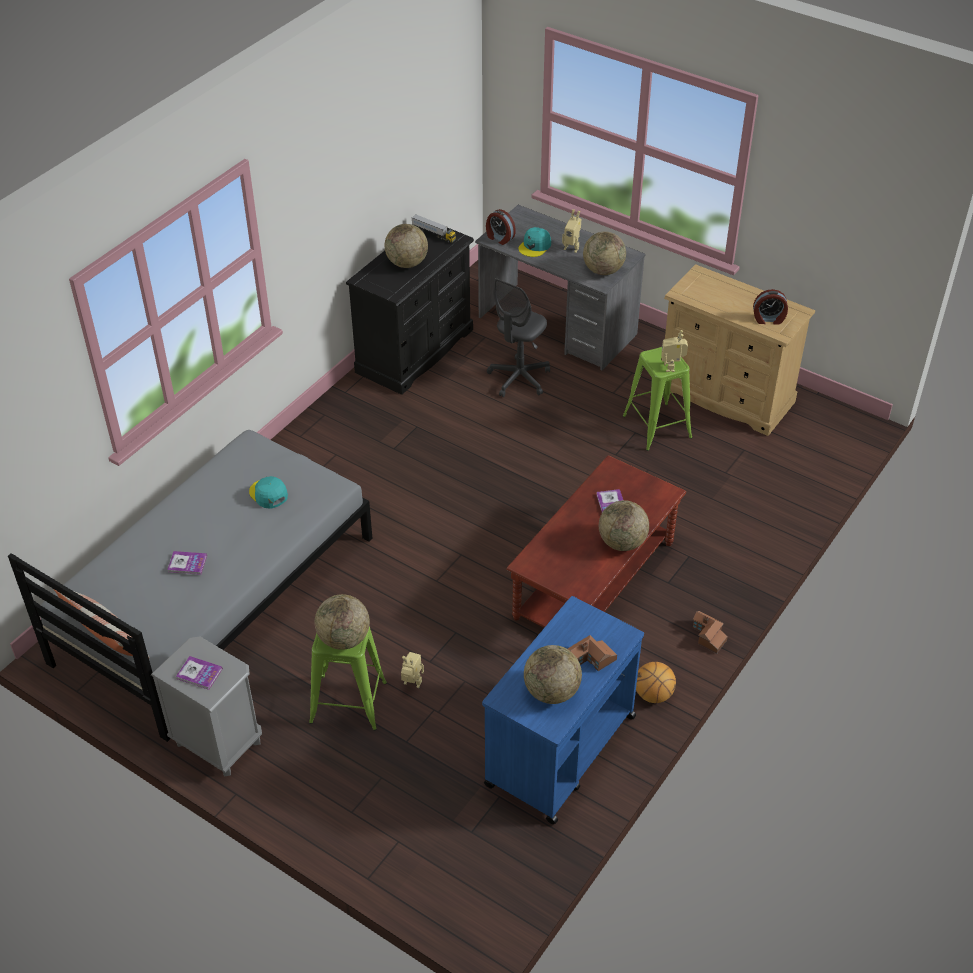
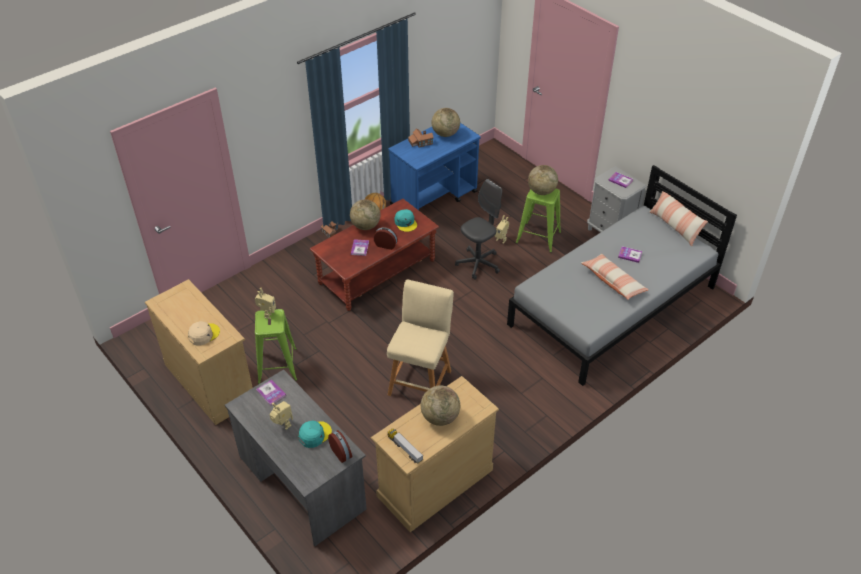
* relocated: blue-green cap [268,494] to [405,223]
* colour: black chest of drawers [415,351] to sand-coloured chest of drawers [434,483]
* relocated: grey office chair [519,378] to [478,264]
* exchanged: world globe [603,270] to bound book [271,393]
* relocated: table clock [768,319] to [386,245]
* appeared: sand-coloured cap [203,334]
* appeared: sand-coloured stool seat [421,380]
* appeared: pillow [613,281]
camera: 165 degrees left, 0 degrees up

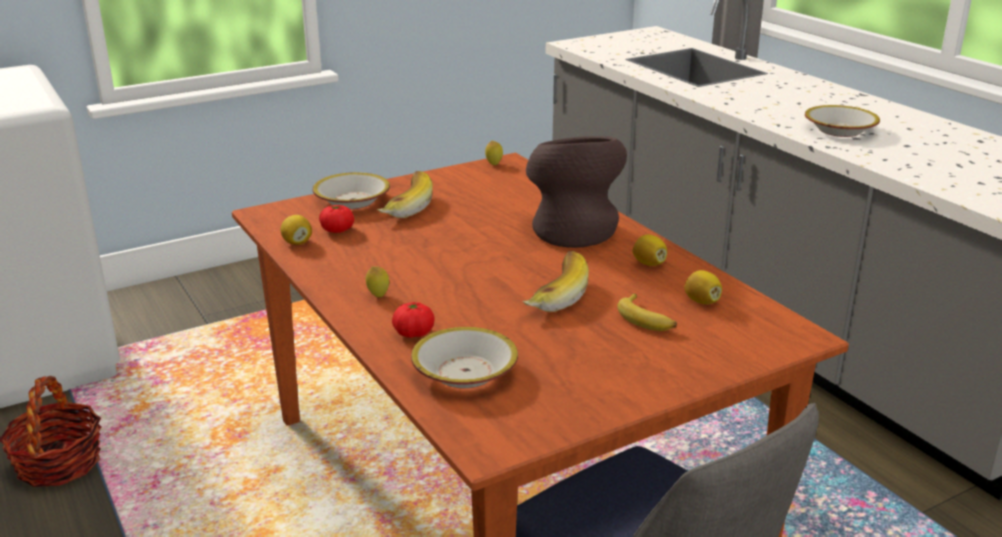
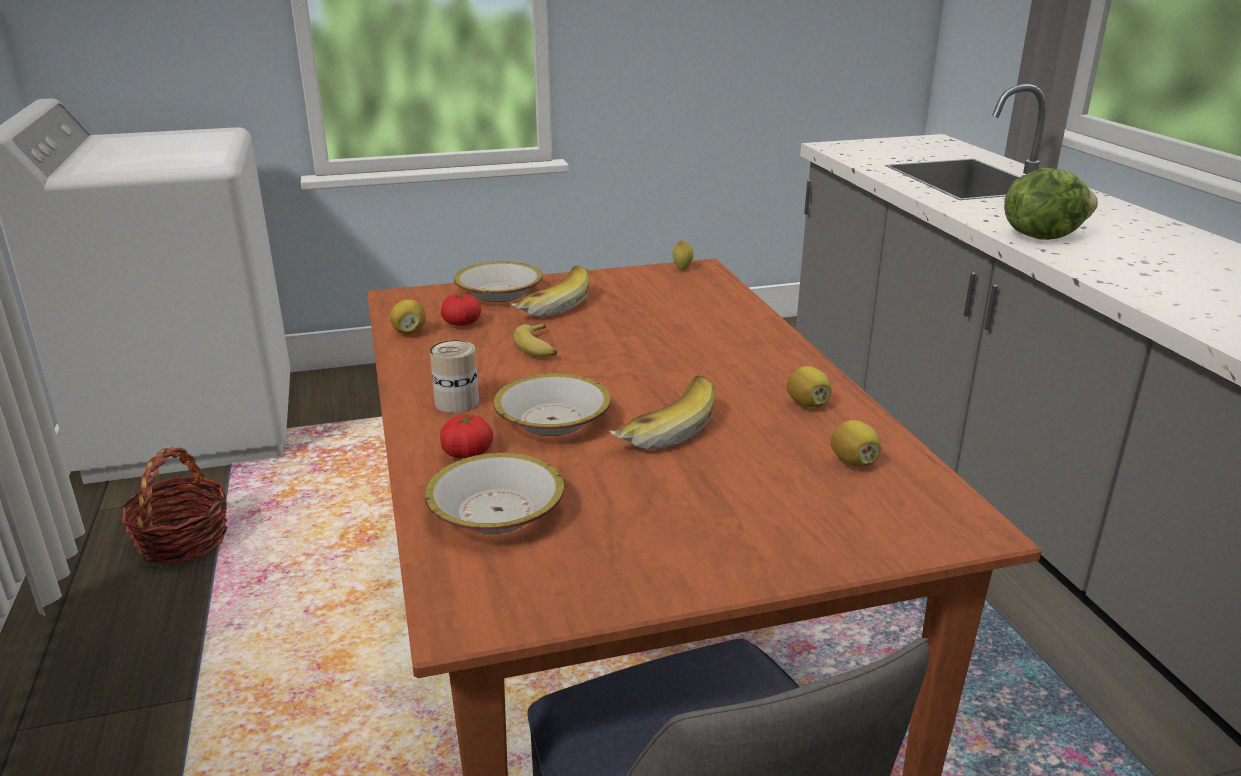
* exchanged: lemon [378,295] to metal can [457,402]
* missing: brown-coloured flower vase [572,229]
* relocated: banana [647,319] to [539,347]
* relocated: bowl [839,130] to [552,420]
* appeared: lettuce [1041,236]
camera: 15 degrees right, 0 degrees up

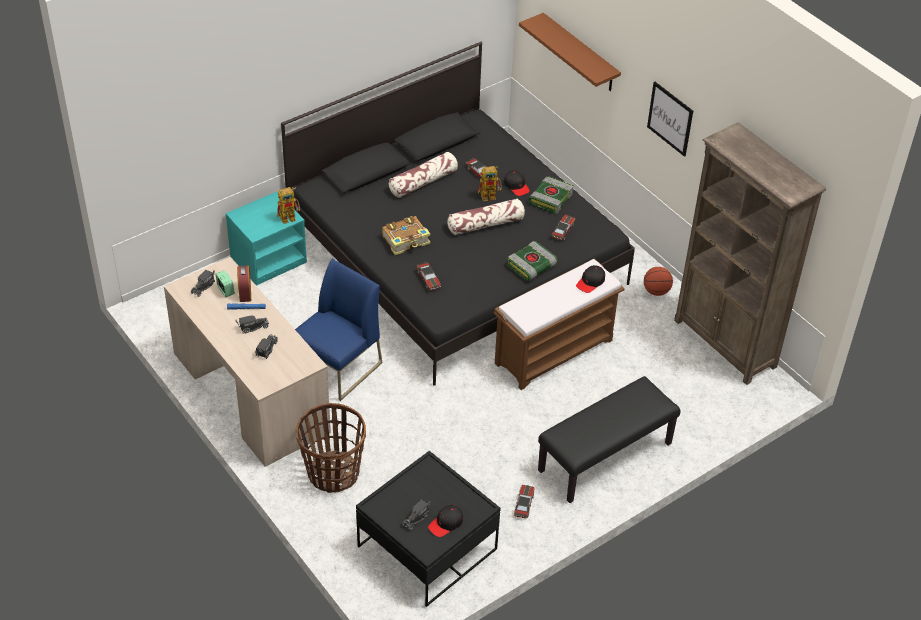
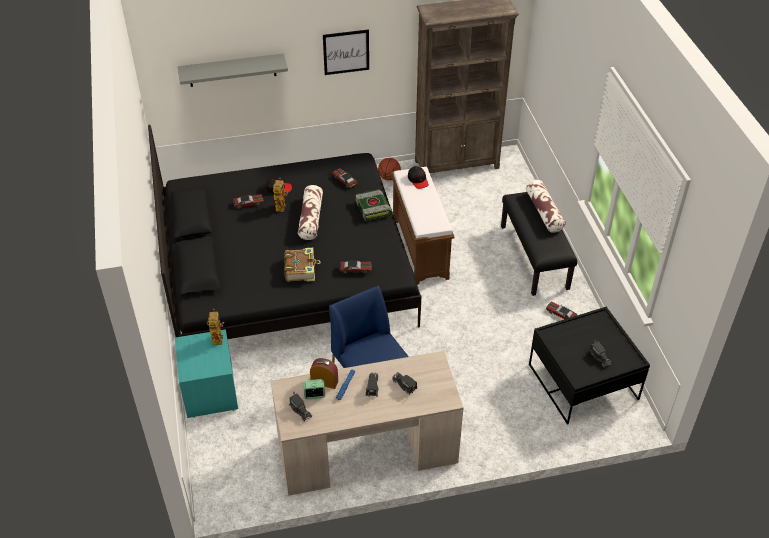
* missing: basket [332,473]
* relocated: pillow [423,182] to [544,212]
* missing: black cap [446,523]
* colour: brown-coloured wall shelf [580,53] to grey wall shelf [232,70]
* missing: bound book [550,198]
camera: 65 degrees left, 0 degrees up

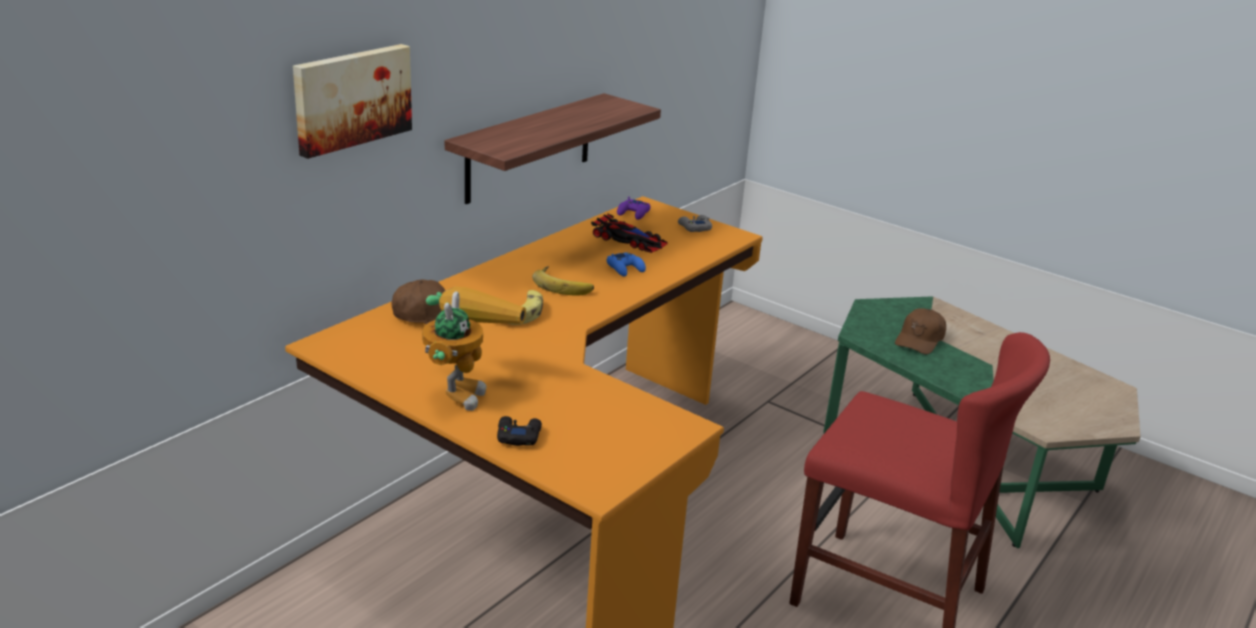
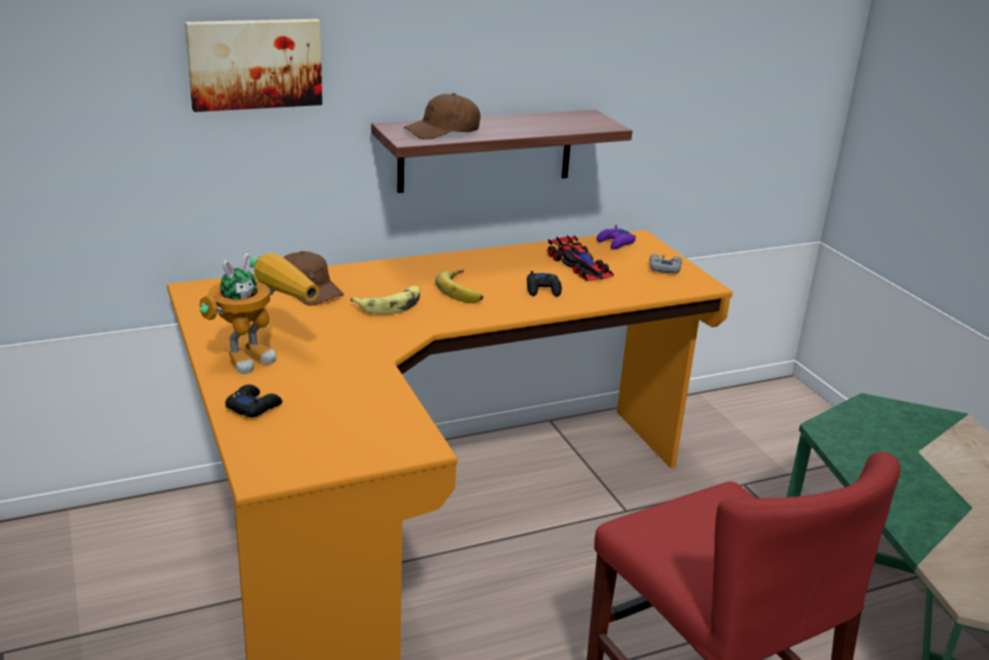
* colour: blue-coloured gamepad [625,268] to black gamepad [543,289]
* relocated: brown-coloured cap [920,340] to [443,131]
camera: 30 degrees right, 0 degrees up

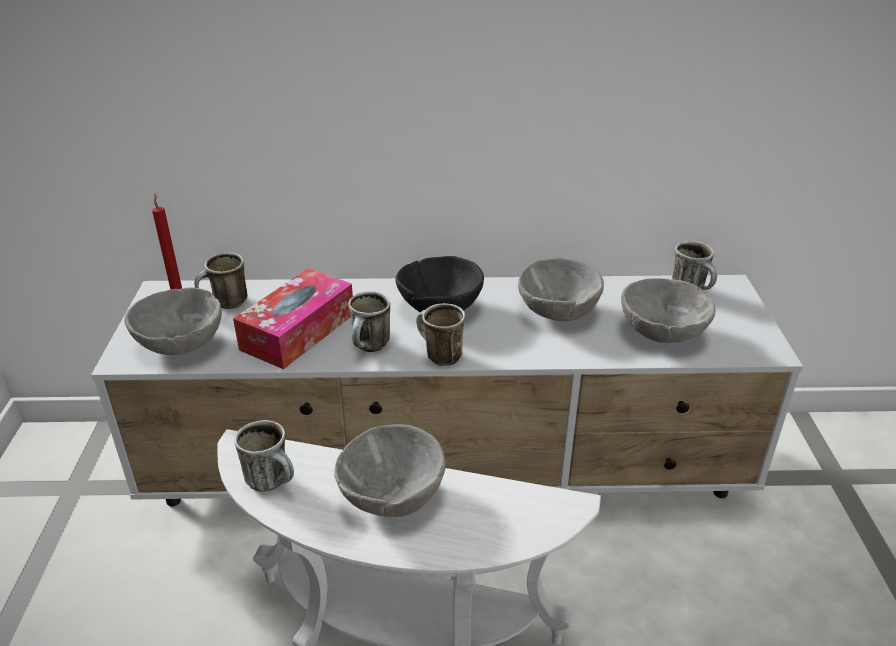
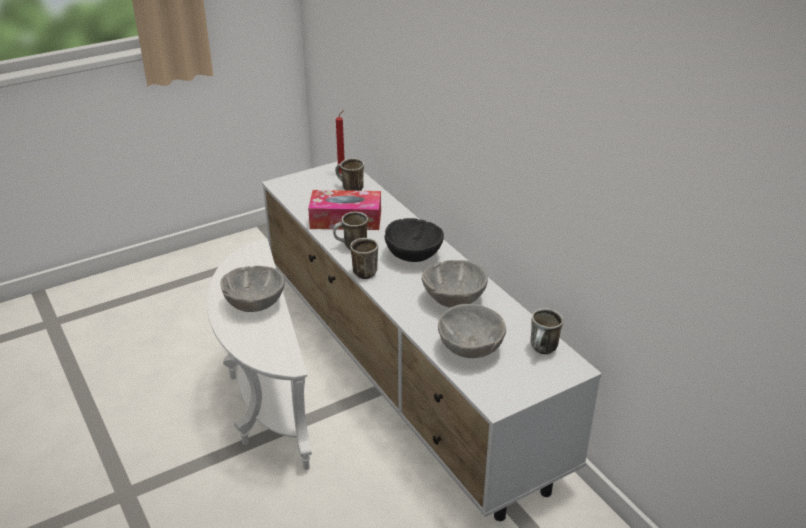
* missing: grey bowl [183,345]
* missing: coffee mug [274,482]
camera: 60 degrees right, 0 degrees up

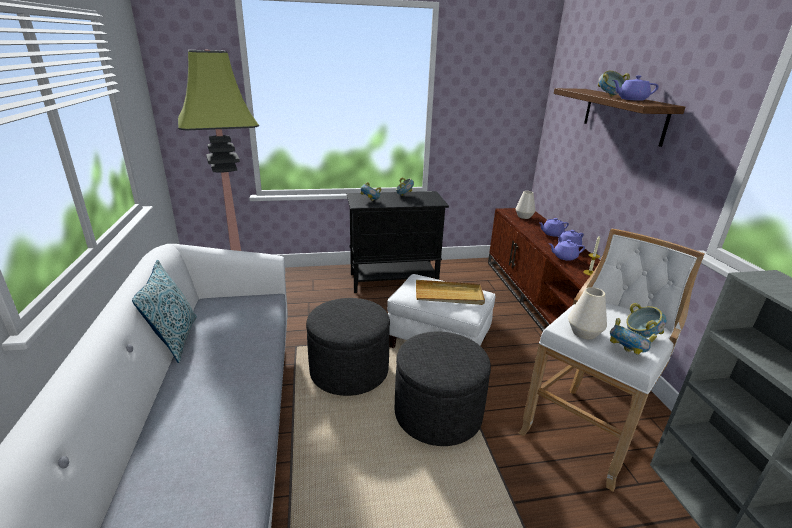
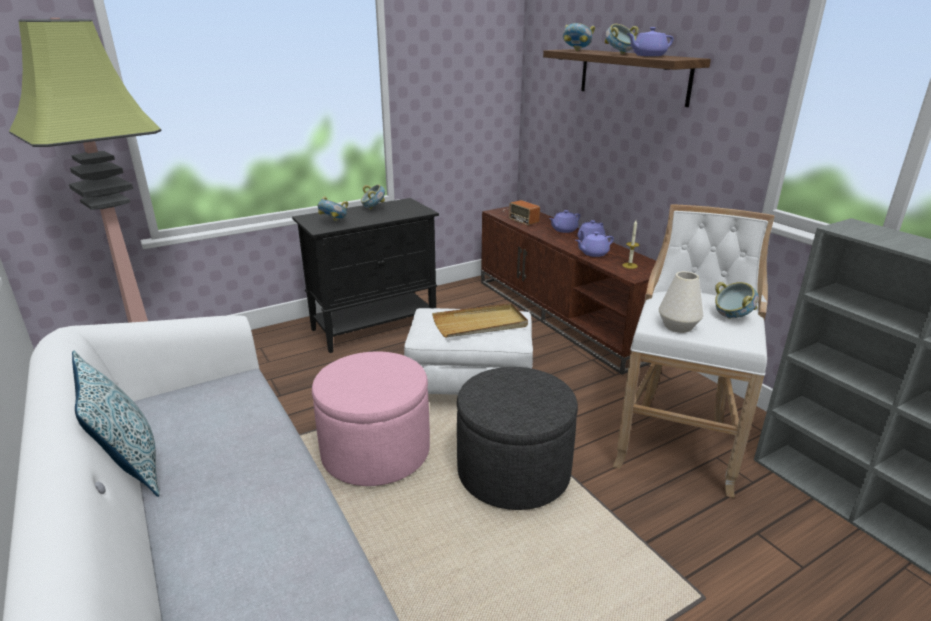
* colour: grey ottoman [349,370] to pinkish ottoman [376,451]
* exchanged: white-coloured flower vase [524,216] to radio [521,215]
* relocated: bowl [625,353] to [576,51]
camera: 20 degrees left, 0 degrees up

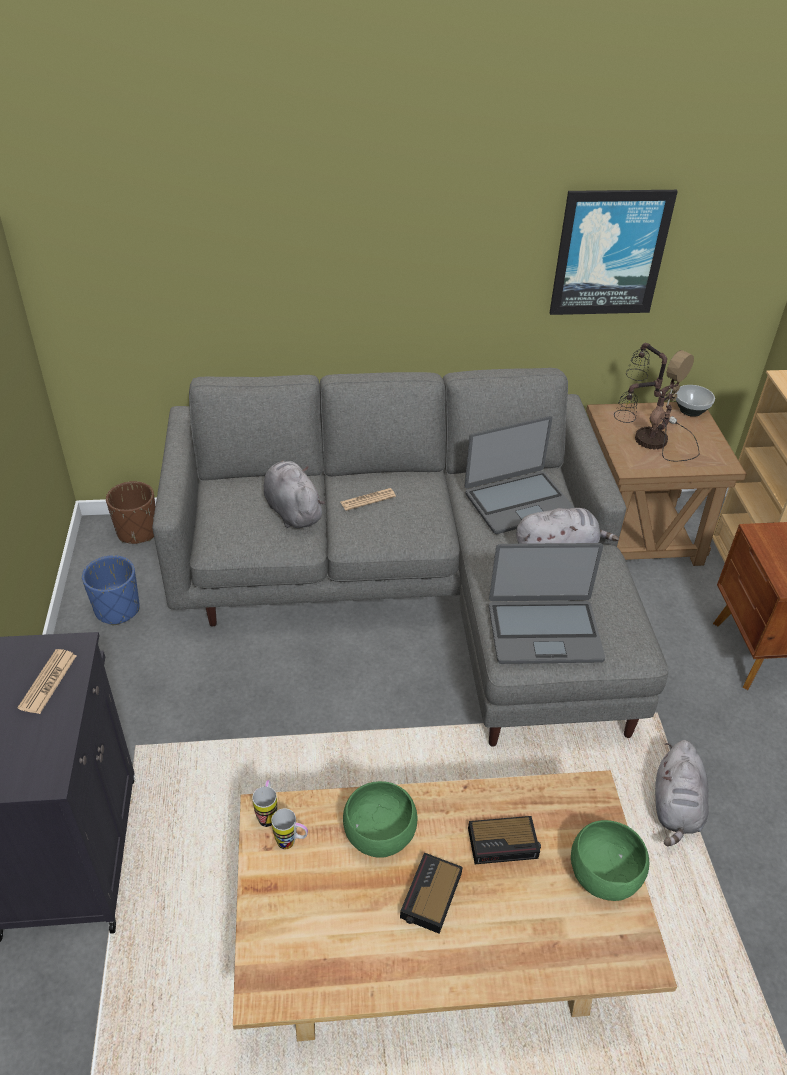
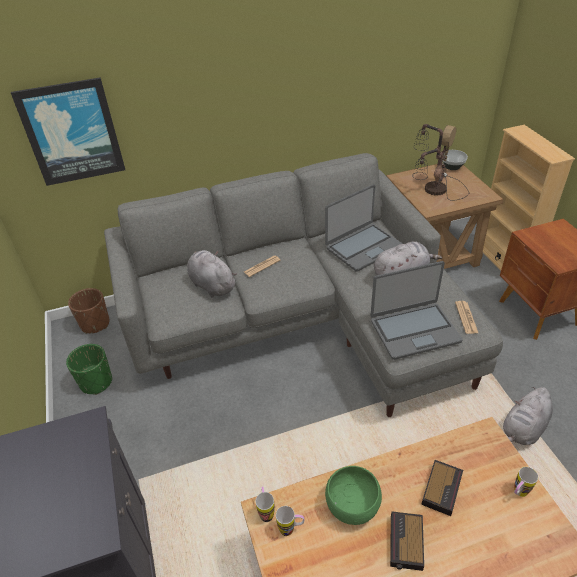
* relocated: newspaper [48,682] to [466,317]
* colour: blue-coloured flower pot [117,609] to greenish flower pot [96,382]
* spun: table clock [504,843] = [442,488] 45 degrees counterclockwise
* relocated: picture [609,253] to [72,132]
* exchanged: greenish bowl [603,875] to coffee mug [518,493]
* spun: grey cuddly toy [676,808] = [523,429] 45 degrees clockwise
camera: 10 degrees left, 0 degrees up

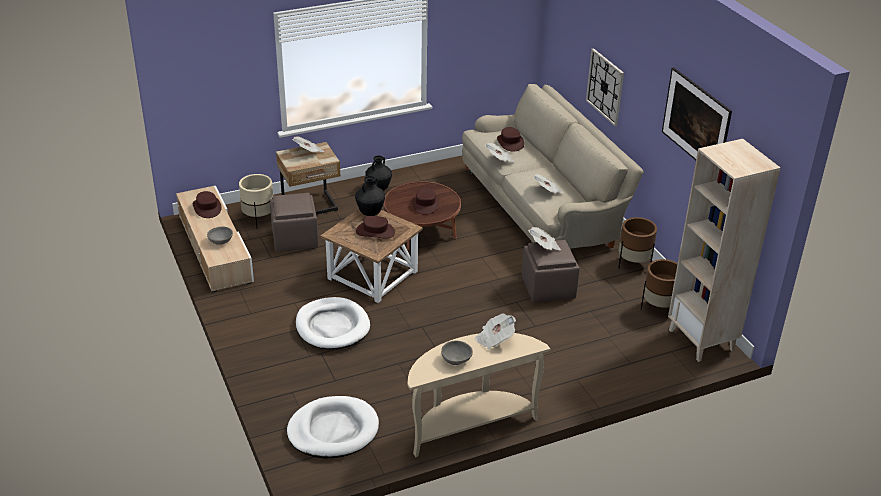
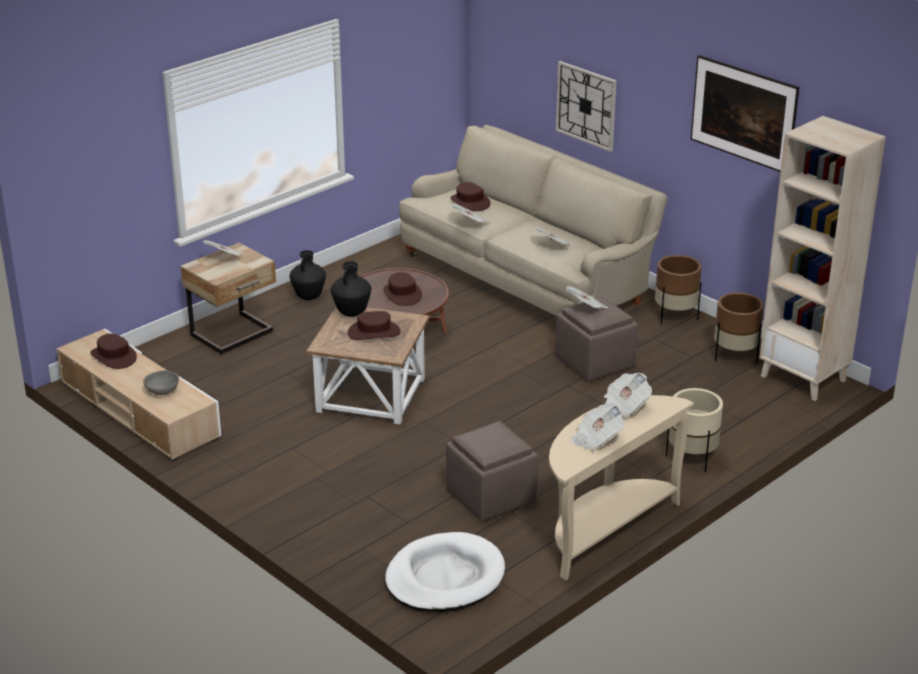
* relocated: sand-coloured flower pot [258,219] to [692,458]
* relocated: brown-coloured ottoman [294,239] to [490,496]
* missing: white-coloured dog bed [332,326]
* exchanged: grey bowl [456,360] to newspaper [596,439]
camera: 20 degrees left, 5 degrees down

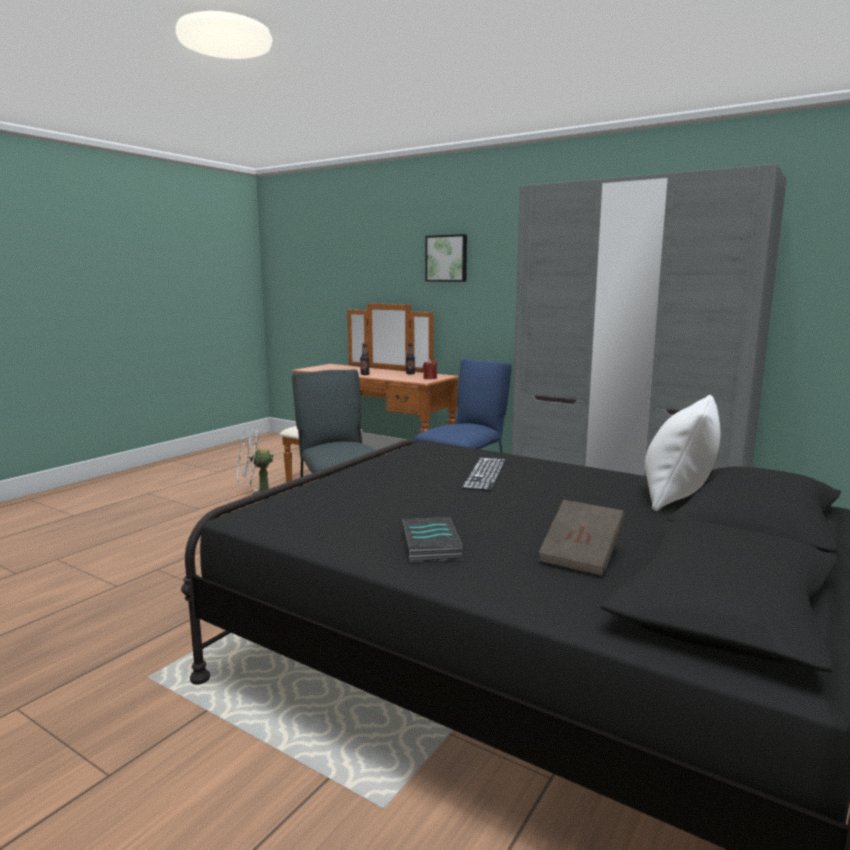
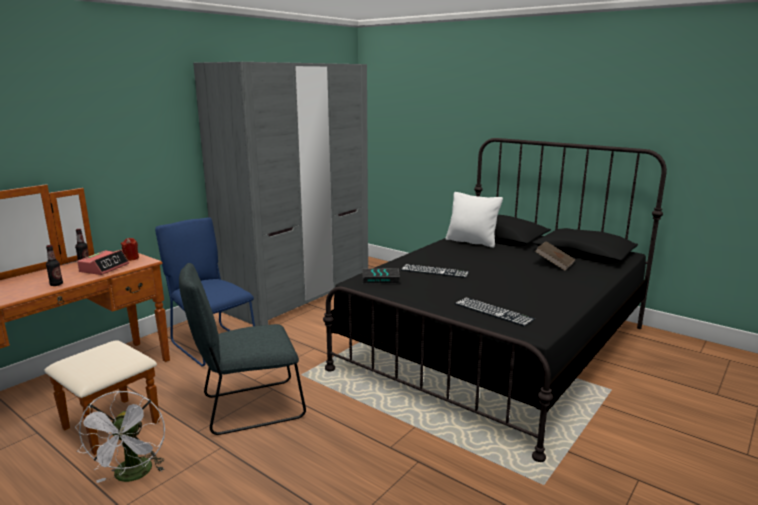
* relocated: bound book [432,546] to [381,279]
* missing: picture [447,258]
* appeared: table clock [104,268]
* appeared: computer keyboard [493,311]
camera: 85 degrees left, 5 degrees up

